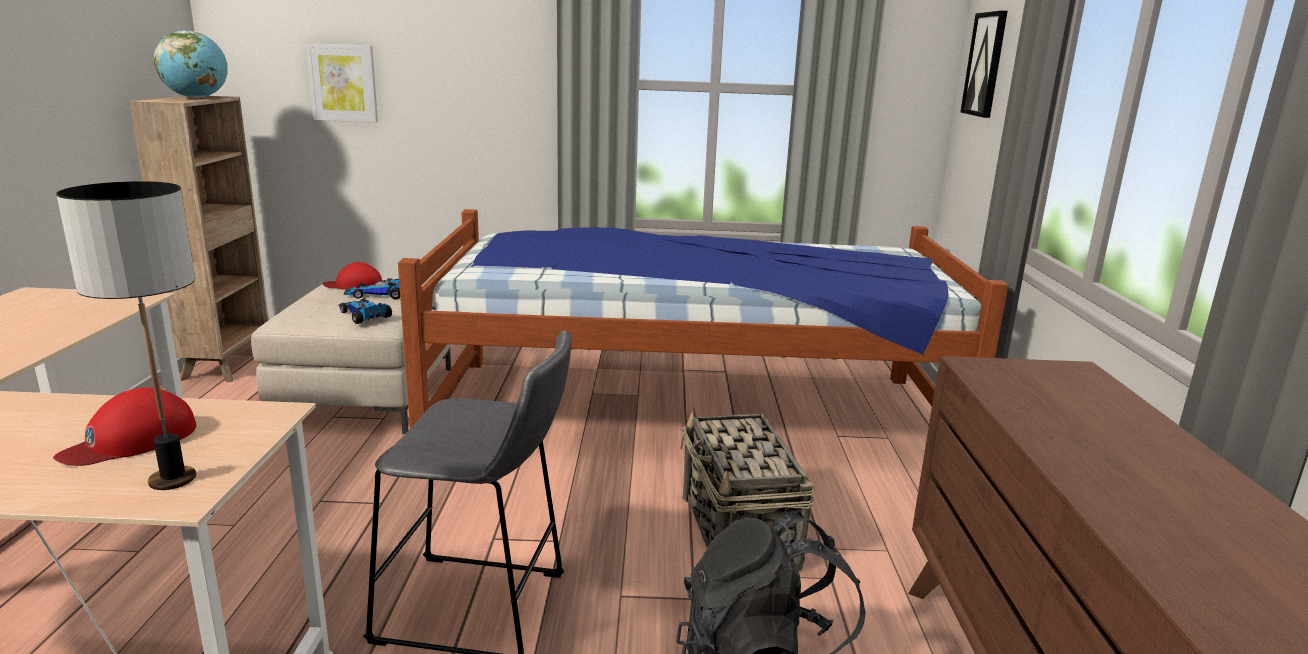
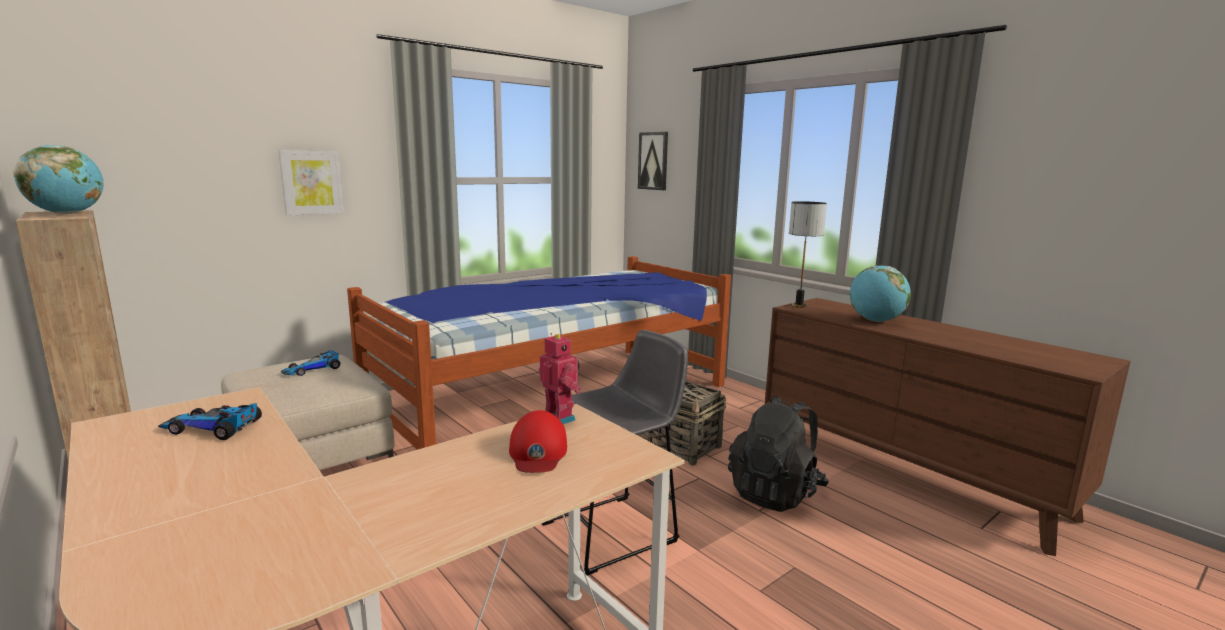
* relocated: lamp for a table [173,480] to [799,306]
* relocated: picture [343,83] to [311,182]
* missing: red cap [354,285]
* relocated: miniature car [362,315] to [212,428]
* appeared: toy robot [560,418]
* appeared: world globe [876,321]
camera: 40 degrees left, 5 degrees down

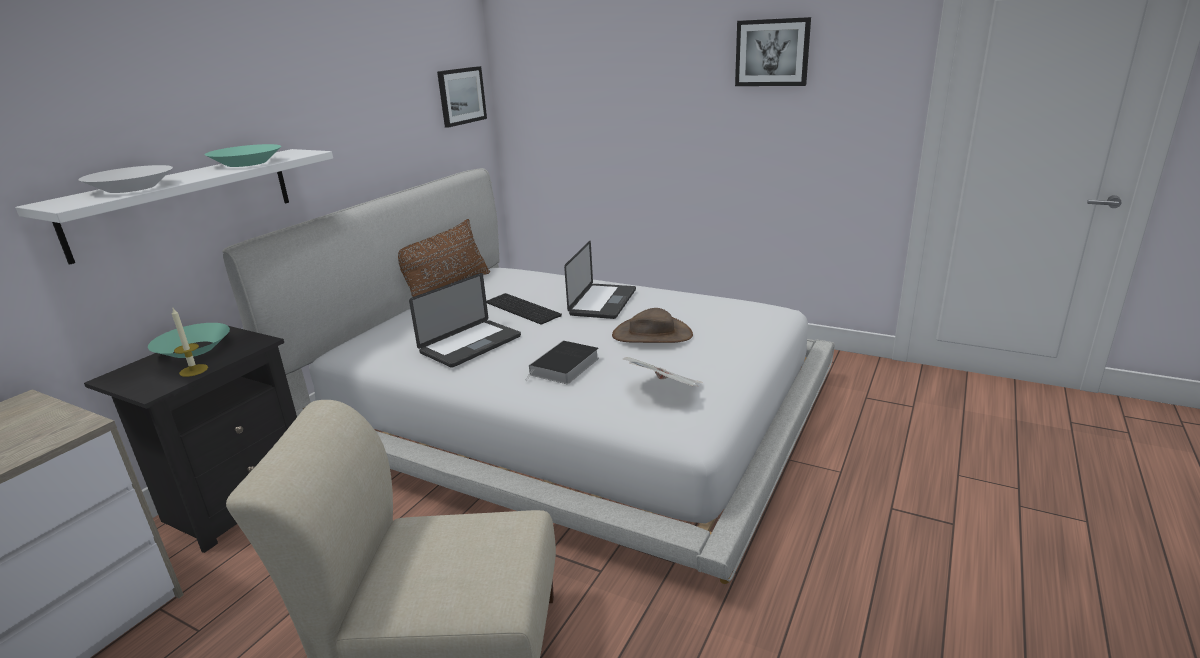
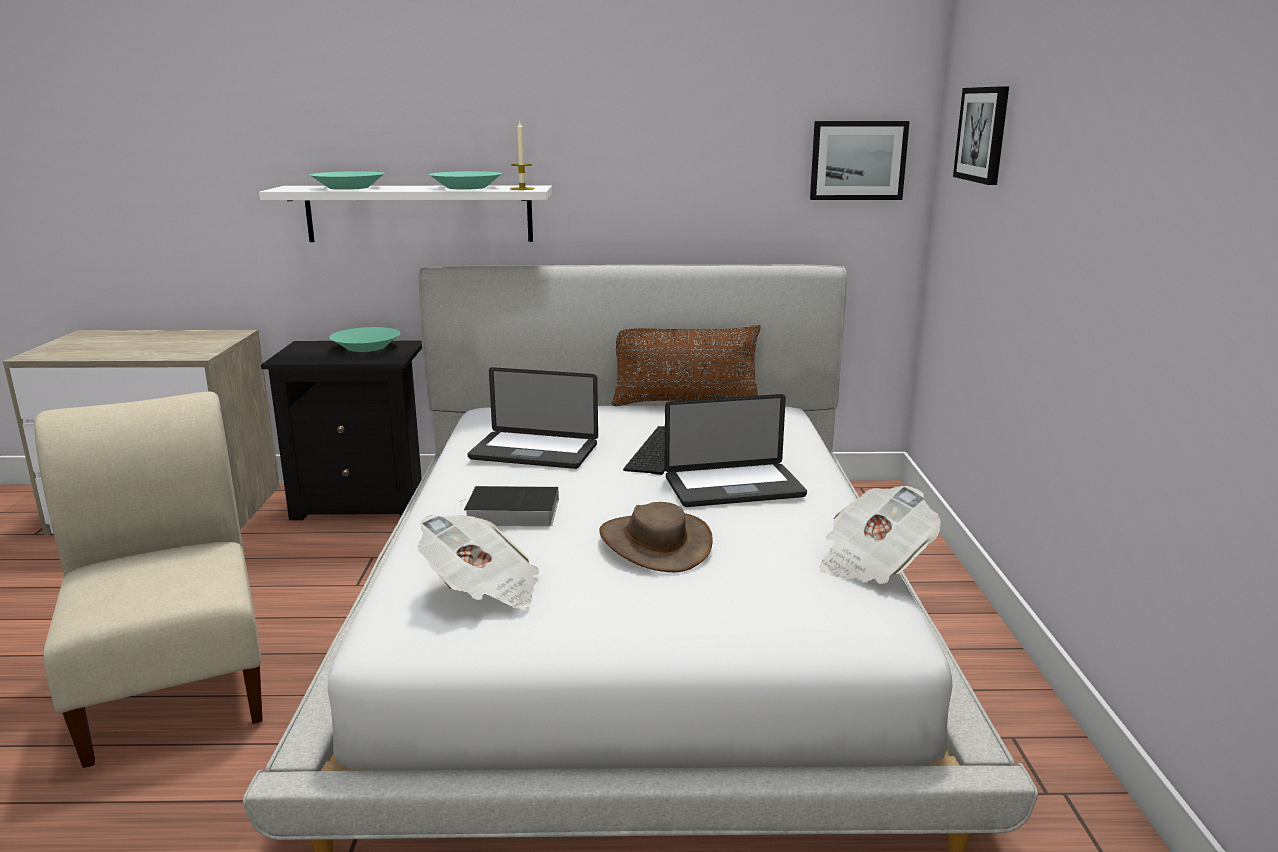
* colour: white-coloured bowl [131,188] to blue-green bowl [348,187]
* relocated: wax candle [193,370] to [522,189]
* relocated: picture [772,52] to [983,134]
* appeared: newspaper [872,562]
camera: 60 degrees right, 5 degrees down

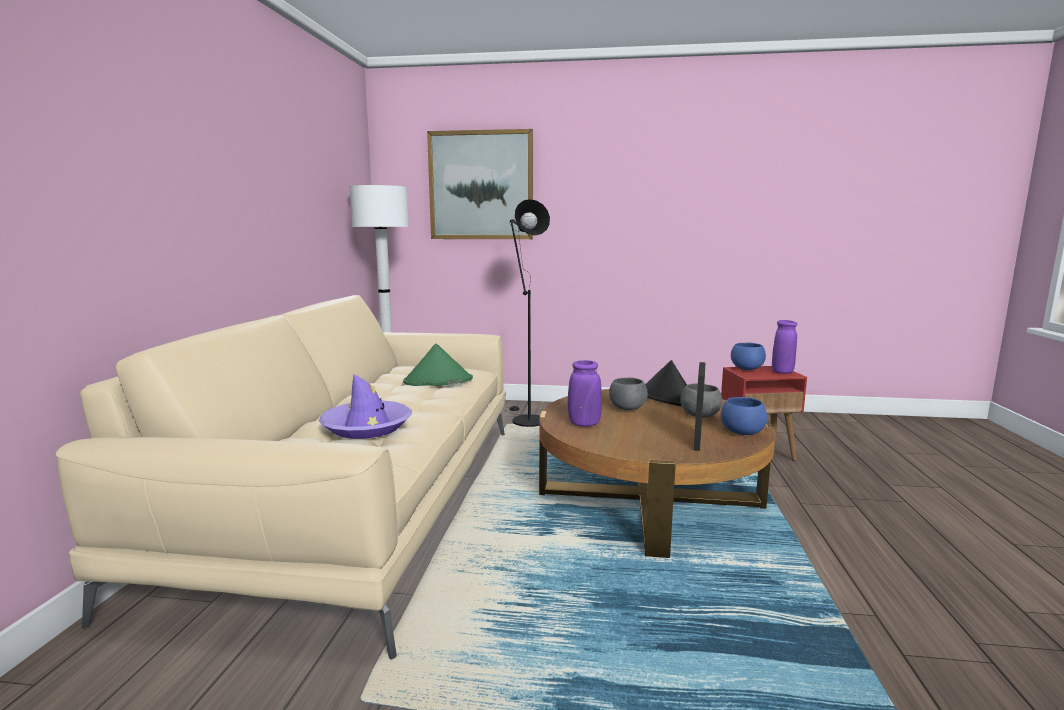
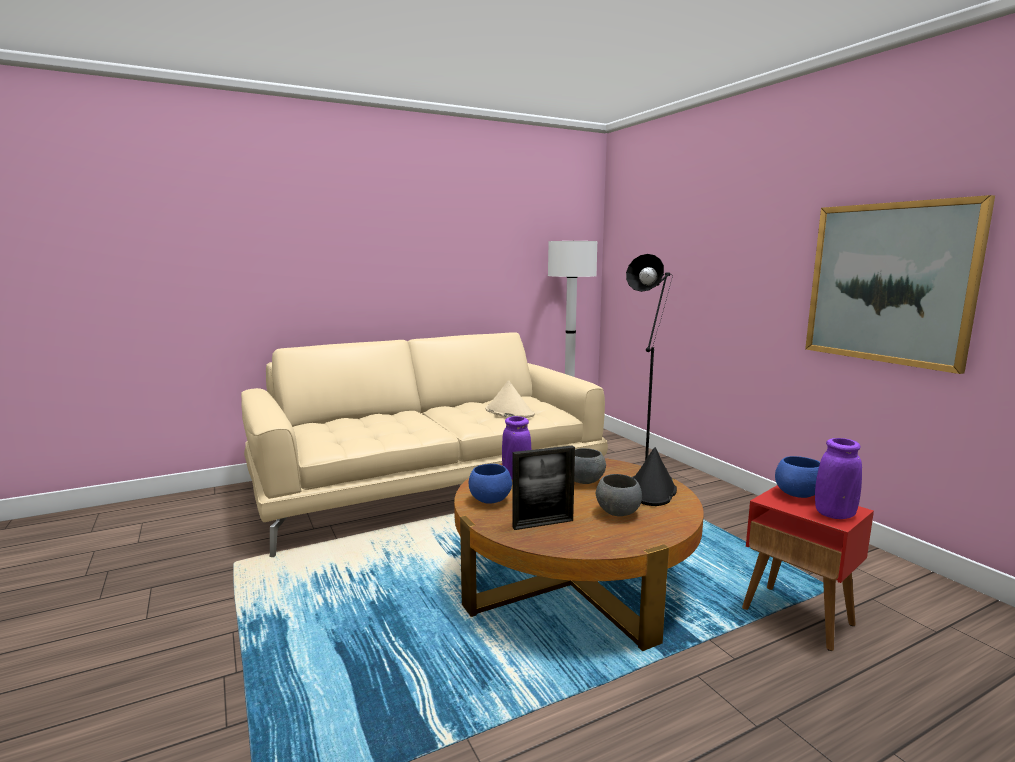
* missing: purple-coloured hat [367,427]
* colour: greenish hat [438,381] to sand-coloured hat [509,412]
* relocated: picture [481,186] to [889,283]
* relocated: blue-coloured bowl [742,433] to [490,500]
camera: 55 degrees right, 0 degrees up

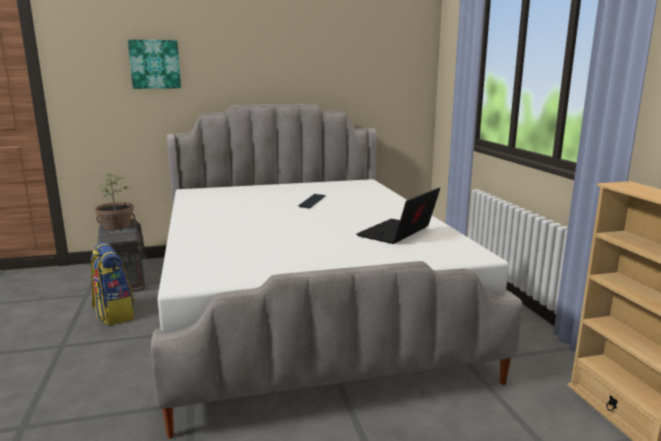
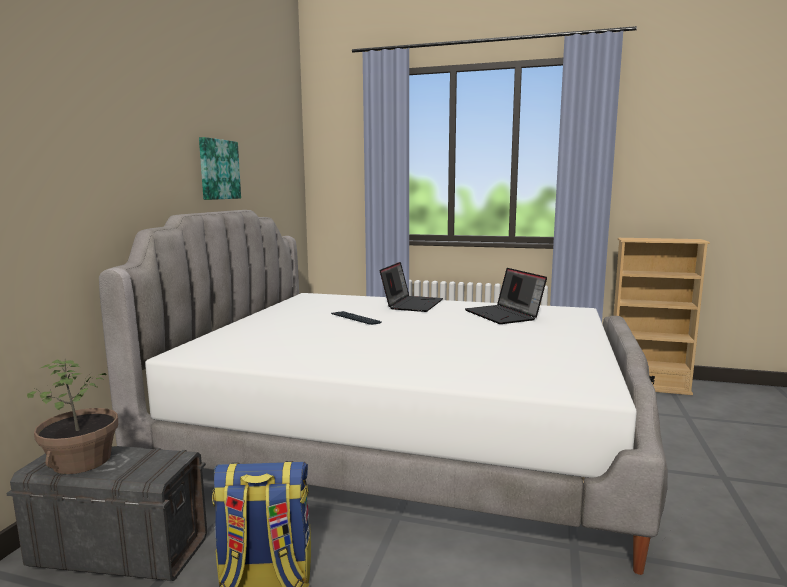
* relocated: picture [155,64] to [218,169]
* appeared: portable computer [412,304]
camera: 60 degrees left, 5 degrees down

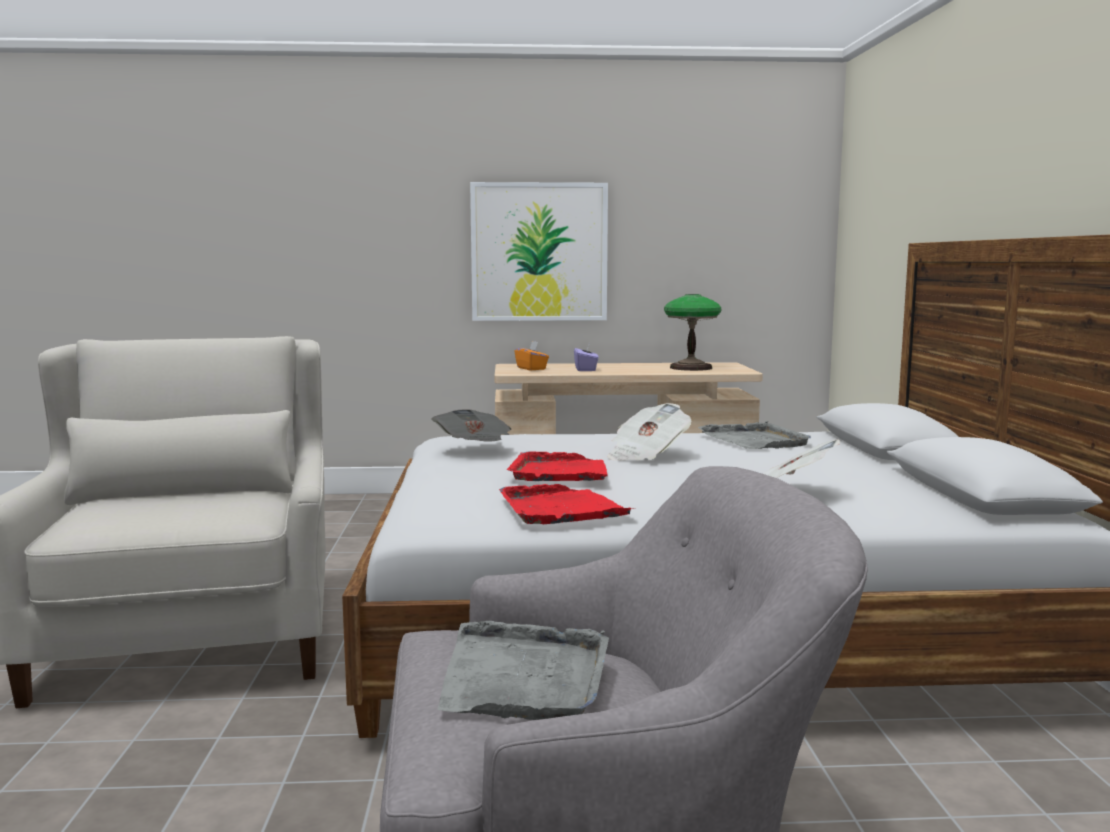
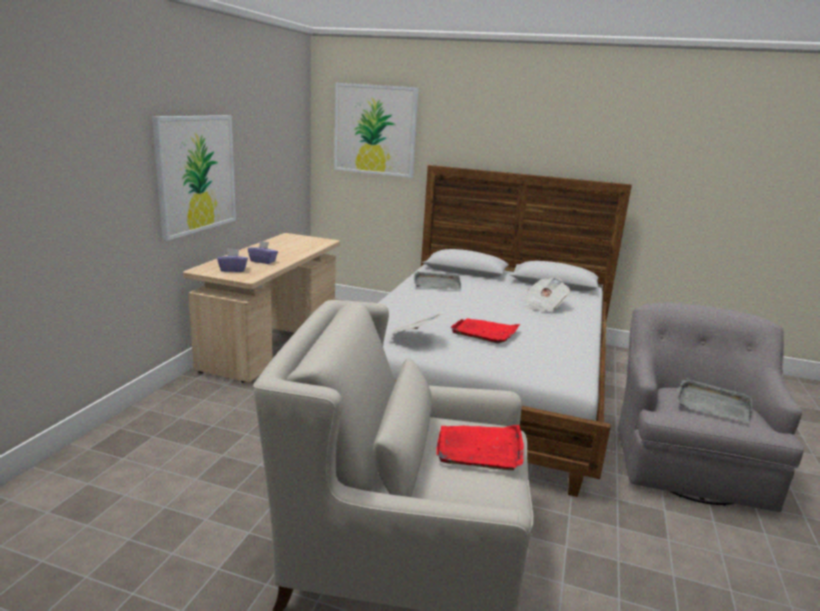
* relocated: red tray [561,510] to [480,449]
* colour: orange tissue box [531,368] to purple-coloured tissue box [233,270]
* missing: newspaper [646,455]
* missing: lamp for a table [691,368]
* appeared: picture [375,130]
camera: 70 degrees left, 10 degrees up

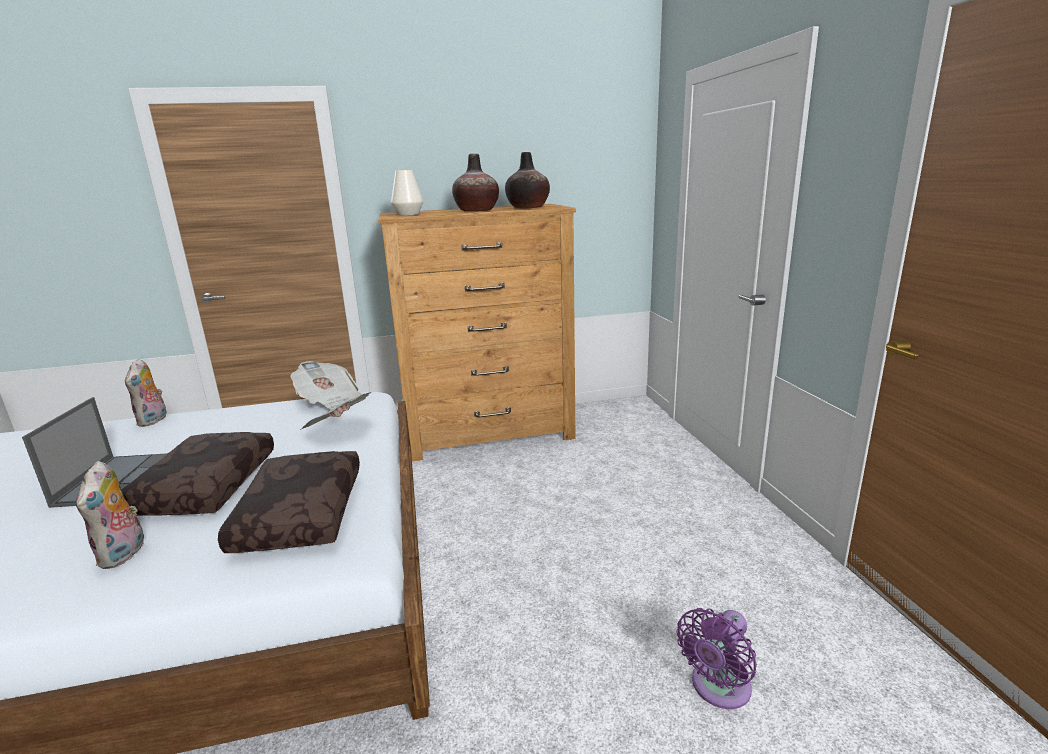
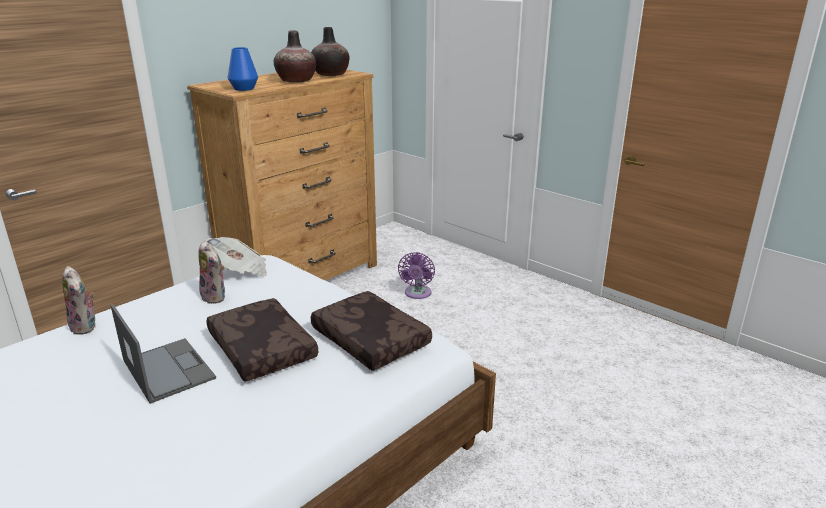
* relocated: cuddly toy [124,554] to [216,297]
* missing: newspaper [338,428]
* colour: white-coloured flower vase [408,214] to blue-coloured flower vase [244,89]
* relocated: purple-coloured fan [717,688] to [417,294]
camera: 35 degrees left, 5 degrees up

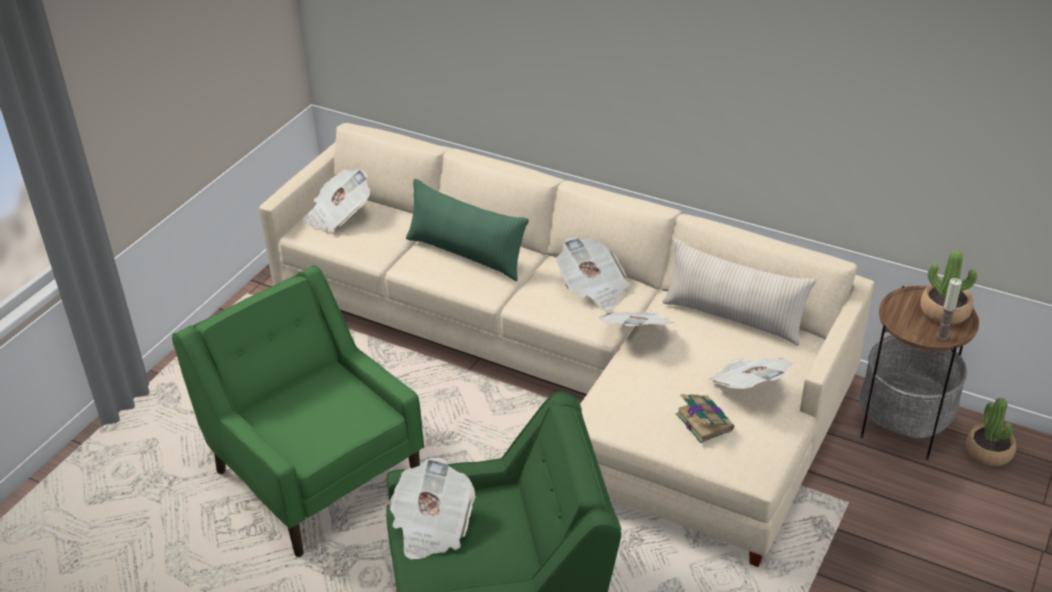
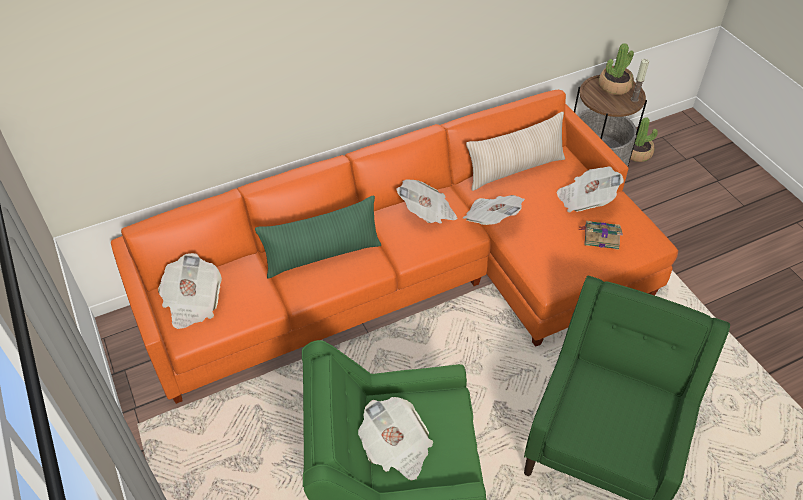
* colour: sand-coloured sofa [573,365] to orange sofa [415,275]
* relocated: newspaper [431,526] to [396,448]
camera: 55 degrees left, 10 degrees up

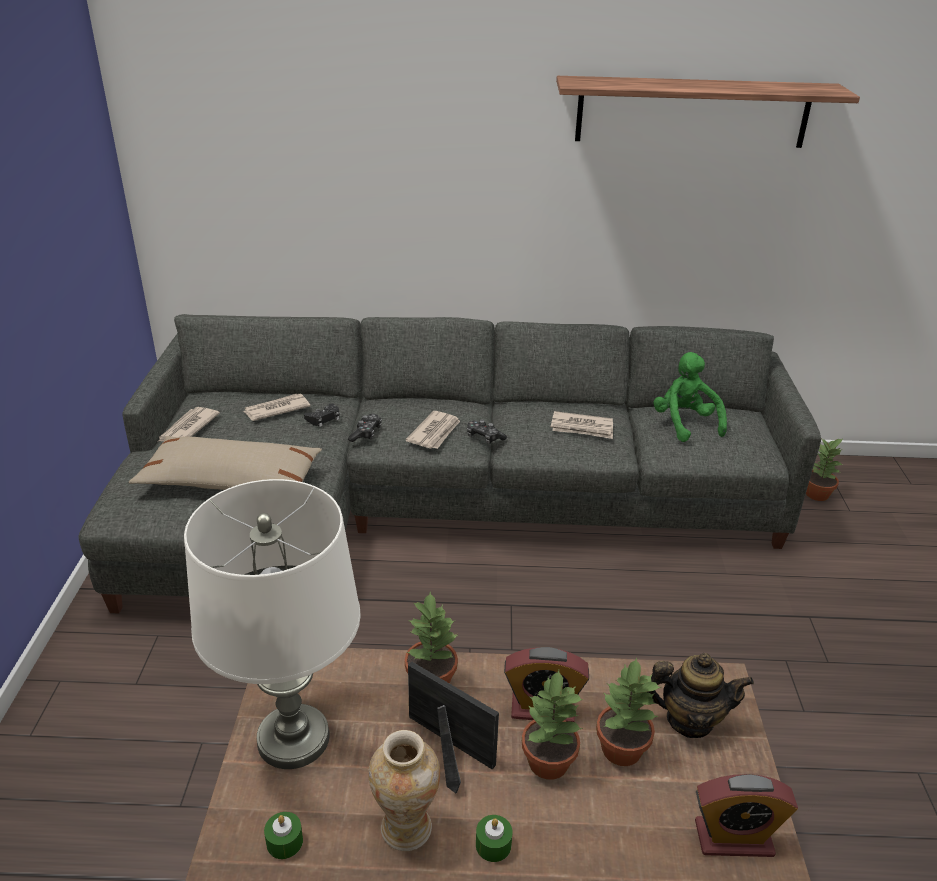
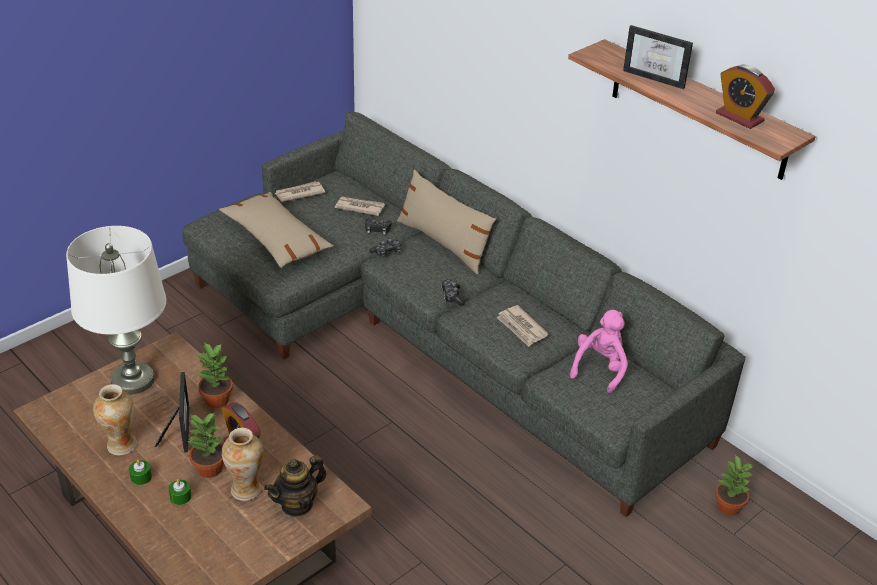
* relocated: greenish wax candle [284,842] to [180,497]
* missing: newspaper [435,432]
* exchanged: houseplant [620,750] to flower vase [246,489]
* spun: tea pot [689,720] = [297,504] 90 degrees clockwise
* colour: greenish cuddly toy [684,423] to pinkish cuddly toy [600,368]
* relocated: table clock [733,838] to [739,117]
* appeared: sand-coloured pillow [444,243]
* appeared: standing frame [657,77]
camera: 45 degrees right, 5 degrees up

